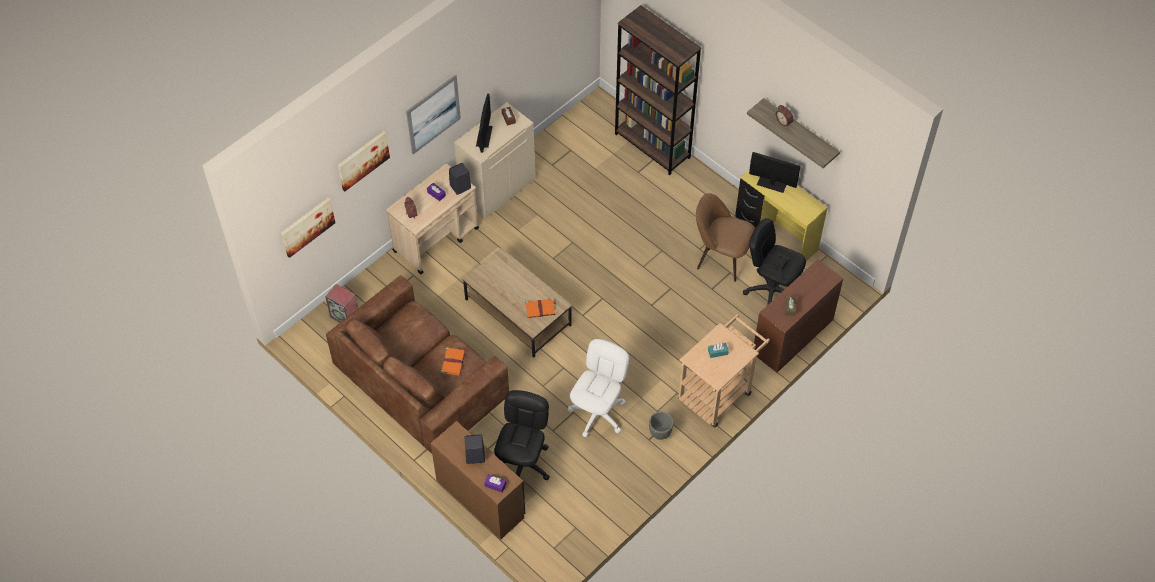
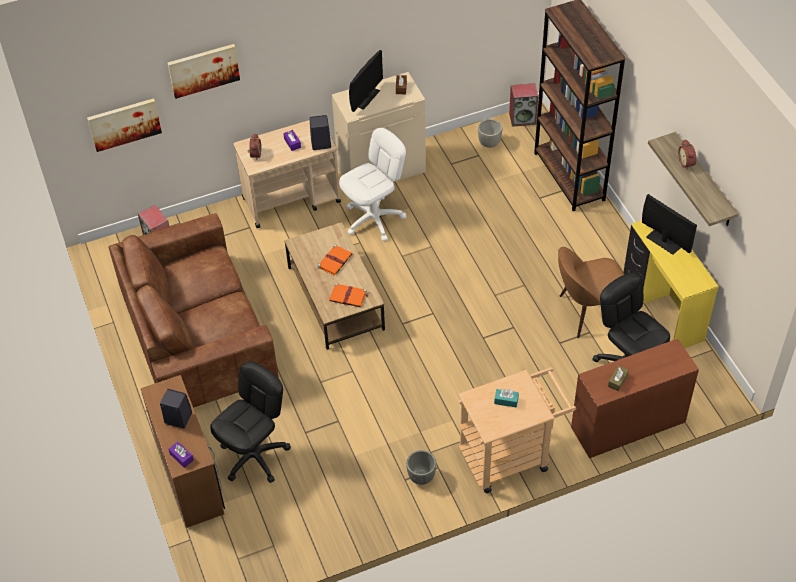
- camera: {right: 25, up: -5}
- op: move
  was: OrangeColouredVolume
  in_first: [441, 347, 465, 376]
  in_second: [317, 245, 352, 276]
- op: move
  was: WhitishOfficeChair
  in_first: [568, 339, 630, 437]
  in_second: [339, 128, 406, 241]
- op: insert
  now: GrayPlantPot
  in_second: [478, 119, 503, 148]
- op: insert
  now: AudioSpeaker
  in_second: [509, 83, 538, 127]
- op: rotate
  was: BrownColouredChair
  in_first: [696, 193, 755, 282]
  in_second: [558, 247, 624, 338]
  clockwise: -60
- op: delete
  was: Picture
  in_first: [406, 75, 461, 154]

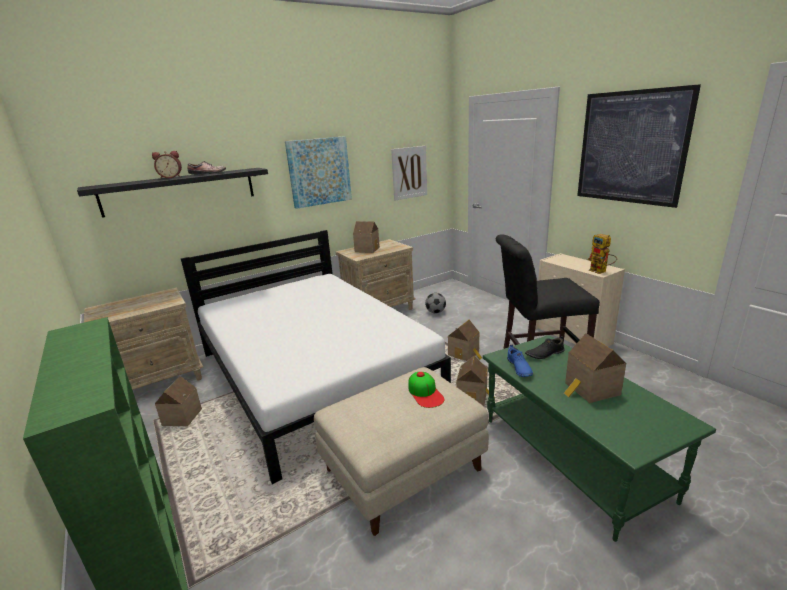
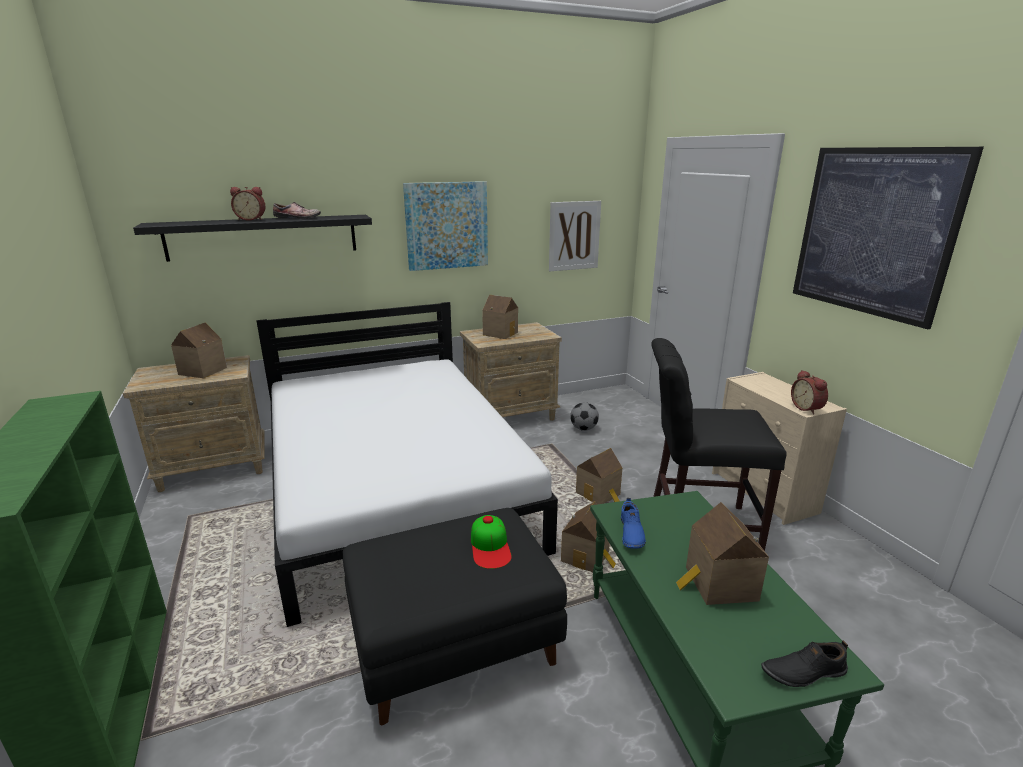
- camera: {right: 10, up: 0}
- op: move
  was: ToyHouse
  in_first: [155, 376, 202, 426]
  in_second: [171, 323, 227, 378]
- op: recolor
  was: BeigeOttoman
  now: BlackOttoman
  in_first: [314, 367, 489, 536]
  in_second: [343, 508, 567, 725]
- op: move
  was: BlackLowShoe
  in_first: [525, 336, 565, 359]
  in_second: [761, 641, 848, 687]
- op: replace
  was: ToyRobot
  now: AlarmClock
  in_first: [588, 234, 617, 274]
  in_second: [791, 370, 828, 414]

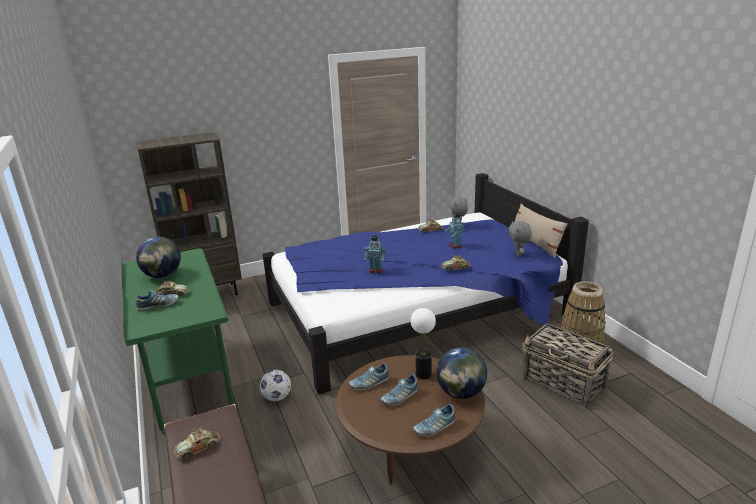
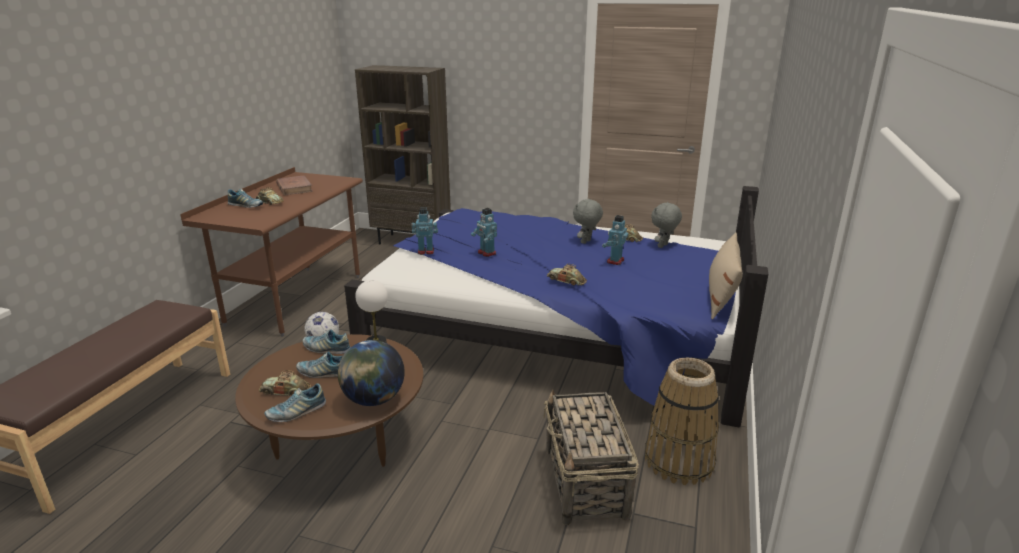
- camera: {right: 40, up: 0}
- op: recolor
  was: GreenColouredDeskUnit
  now: BrownColouredDeskUnit
  in_first: [121, 248, 235, 433]
  in_second: [180, 167, 363, 337]
- op: move
  was: ToyCar
  in_first: [174, 428, 220, 459]
  in_second: [259, 370, 311, 396]
- op: rotate
  was: LowShoe
  in_first: [413, 404, 456, 437]
  in_second: [264, 383, 326, 422]
  clockwise: -45
- op: replace
  was: Globe
  now: BrownColouredVolume
  in_first: [136, 237, 181, 278]
  in_second: [276, 176, 313, 195]
- op: insert
  now: ToyRobot
  in_second: [411, 207, 438, 255]
- op: move
  was: GrayCuddlyToy
  in_first: [508, 221, 532, 257]
  in_second: [573, 199, 603, 244]

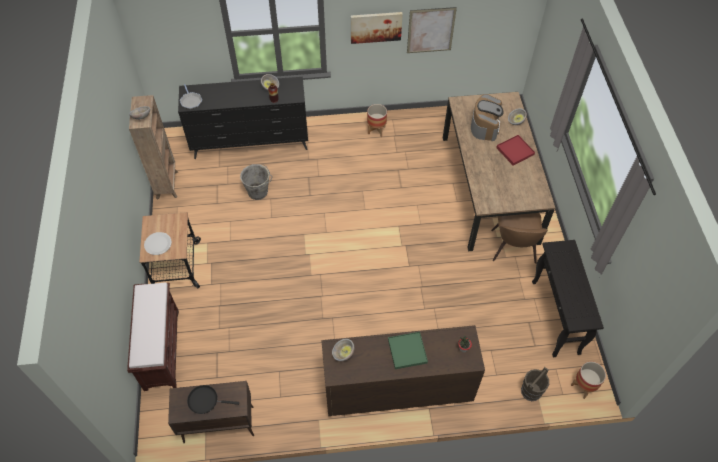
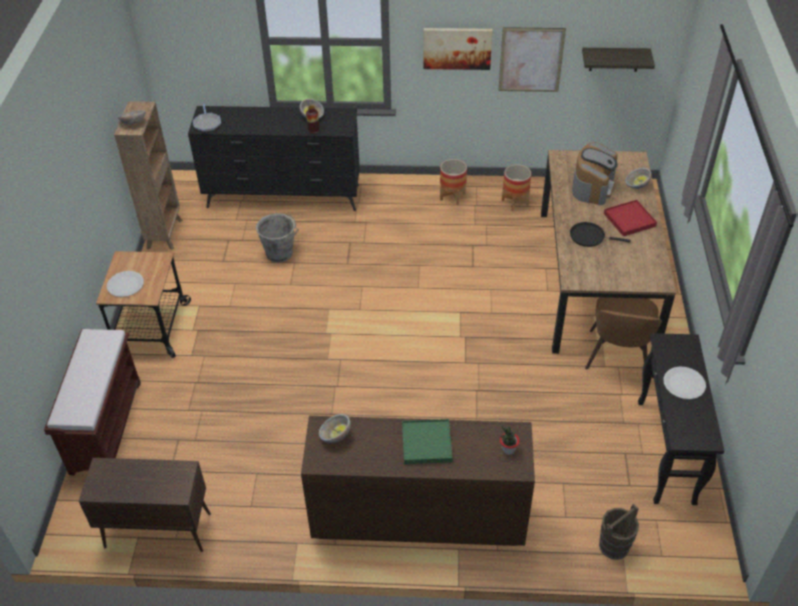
- camera: {right: 10, up: -10}
- op: move
  was: PlantPot
  in_first: [571, 362, 606, 399]
  in_second: [502, 164, 531, 211]
- op: move
  was: BlackSkillet
  in_first: [187, 385, 239, 414]
  in_second: [570, 222, 631, 247]
- op: insert
  now: WallShelf
  in_second: [582, 48, 655, 72]
- op: insert
  now: WhitishDinnerPlate
  in_second: [663, 366, 706, 399]

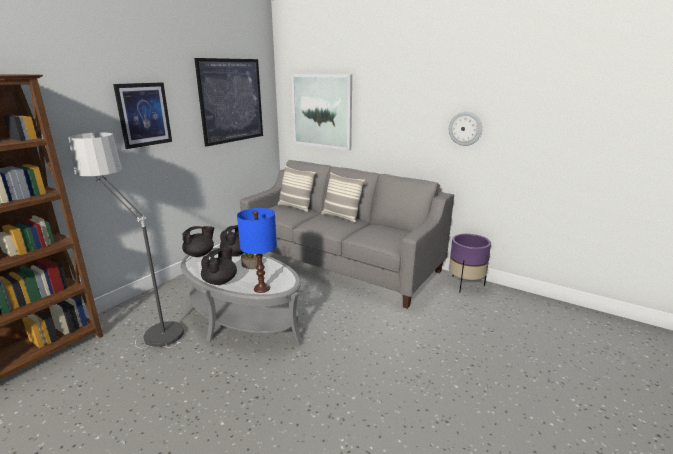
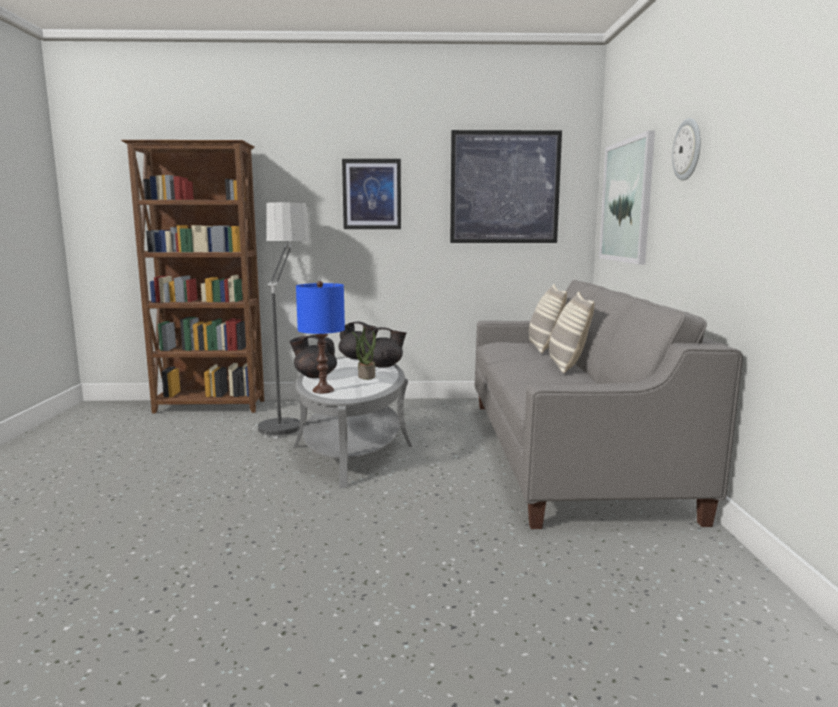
- camera: {right: 55, up: -10}
- op: rotate
  was: BlackTeaPot
  in_first: [201, 248, 237, 285]
  in_second: [290, 335, 337, 378]
  clockwise: -150
- op: move
  was: WallClock
  in_first: [449, 112, 482, 146]
  in_second: [672, 118, 701, 181]
- op: delete
  was: PurplishPlantPot
  in_first: [449, 234, 491, 293]

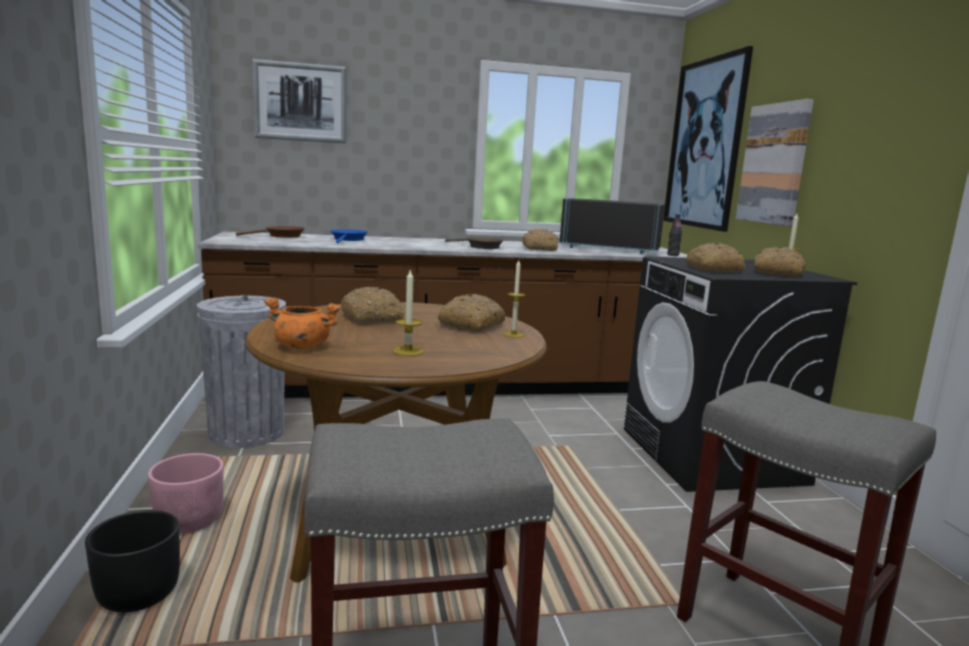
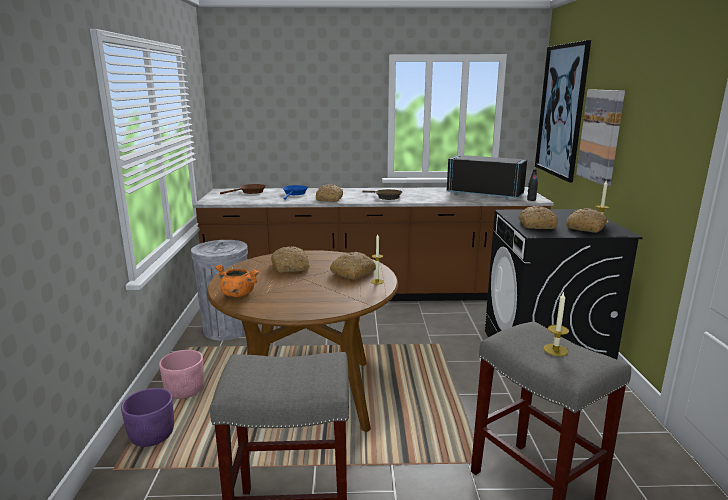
- camera: {right: 10, up: 5}
- op: recolor
  was: BlackPlantPot
  now: PurplishPlantPot
  in_first: [85, 510, 180, 613]
  in_second: [121, 388, 174, 447]
- op: move
  was: BakedBread
  in_first: [522, 229, 558, 251]
  in_second: [316, 184, 343, 202]
- op: move
  was: WaxCandle
  in_first: [393, 268, 424, 356]
  in_second: [543, 291, 569, 356]
- op: delete
  was: Picture
  in_first: [252, 59, 347, 143]

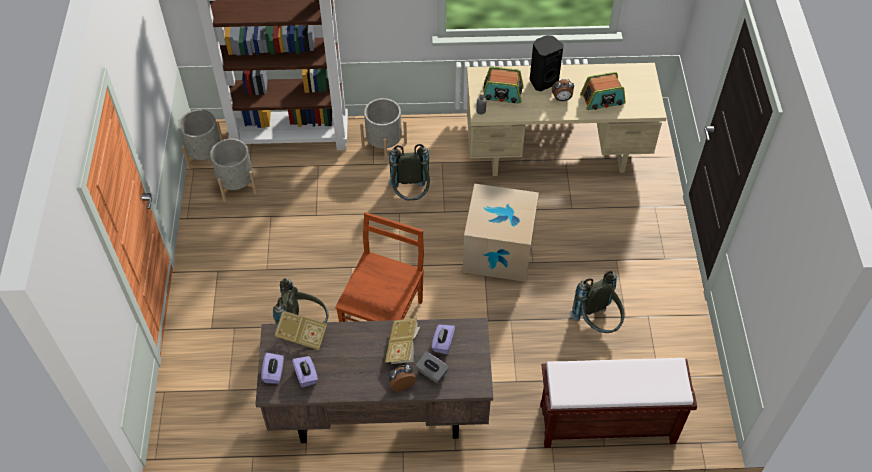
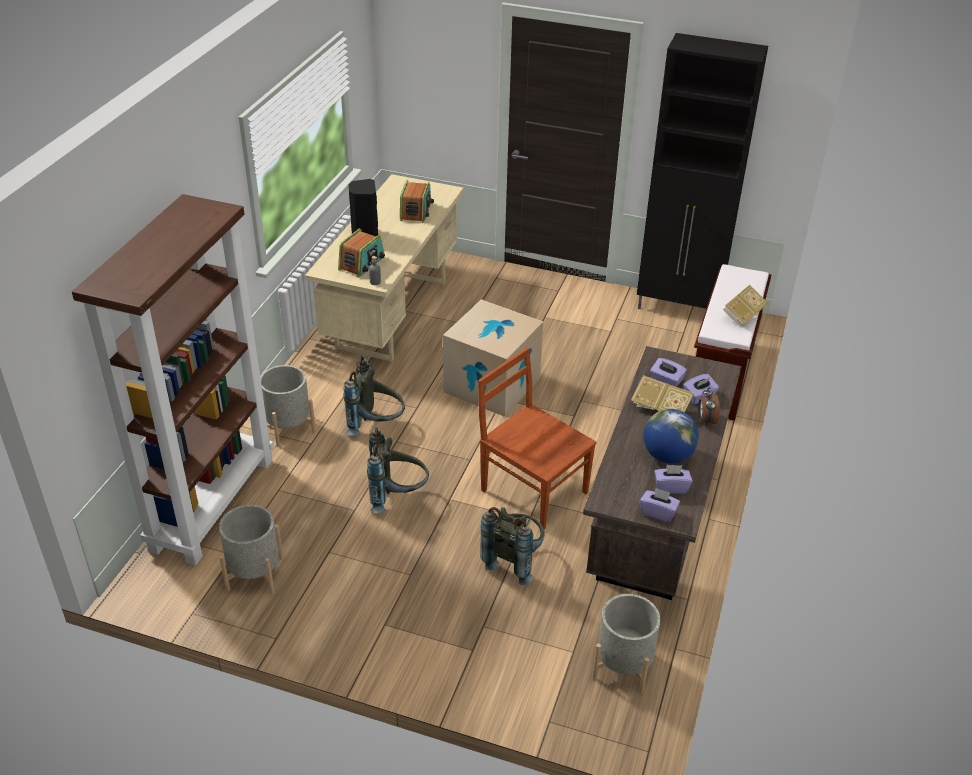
- camera: {right: -70, up: -15}
- op: move
  was: GrayBackpack
  in_first: [570, 271, 624, 333]
  in_second: [367, 428, 429, 513]
- op: move
  was: GrayPlantPot
  in_first: [178, 109, 223, 169]
  in_second: [592, 594, 661, 694]
- op: insert
  now: BlackCabinet
  in_second: [637, 33, 768, 309]
- op: insert
  now: Globe
  in_second: [643, 409, 699, 463]
- op: recolor
  was: GrayBoxOfTissues
  now: PurplishBoxOfTissues
  in_first: [415, 352, 449, 383]
  in_second: [683, 374, 719, 404]
- op: move
  was: Volume
  in_first: [274, 311, 327, 350]
  in_second: [723, 285, 768, 327]
- op: delete
  was: AlarmClock
  in_first: [552, 79, 574, 101]

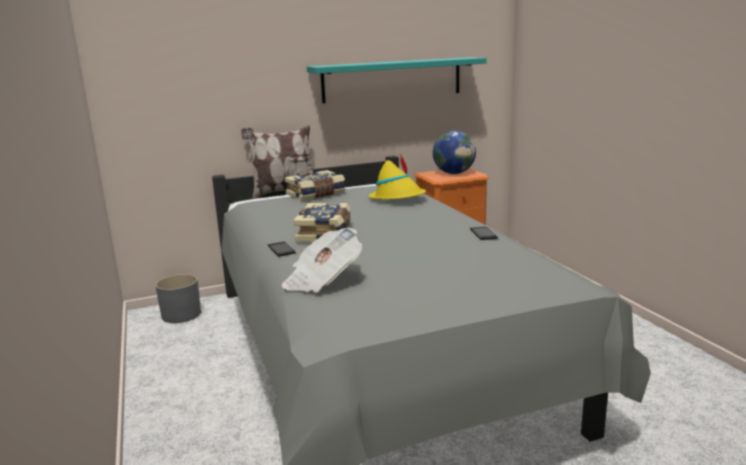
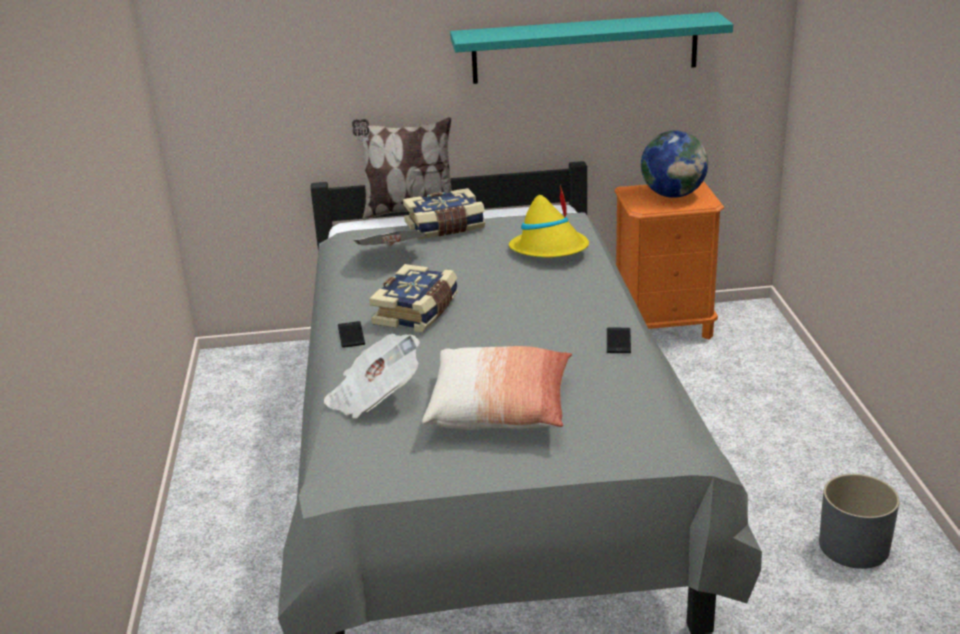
- camera: {right: 15, up: 10}
- op: insert
  now: PrintedPaper
  in_second: [354, 231, 427, 246]
- op: insert
  now: ThrowPillow
  in_second: [422, 346, 572, 430]
- op: move
  was: GrayPlantPot
  in_first: [155, 274, 201, 323]
  in_second: [819, 474, 899, 569]

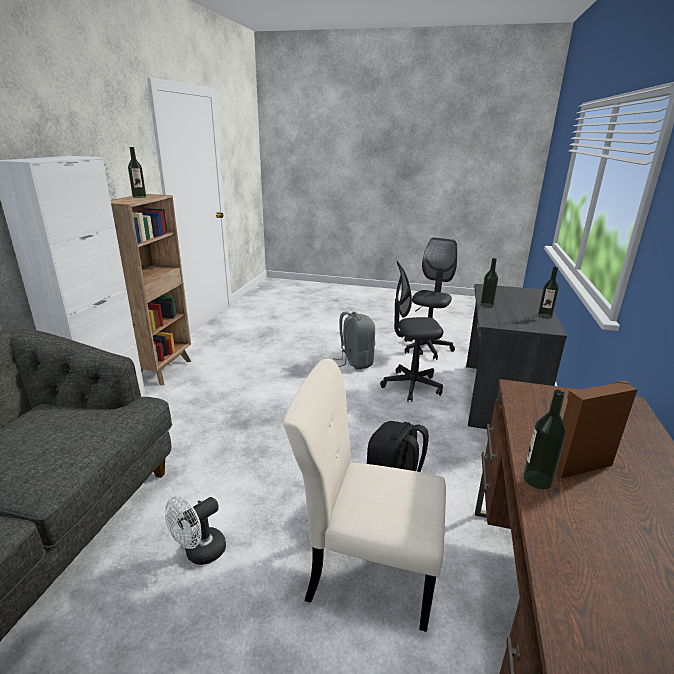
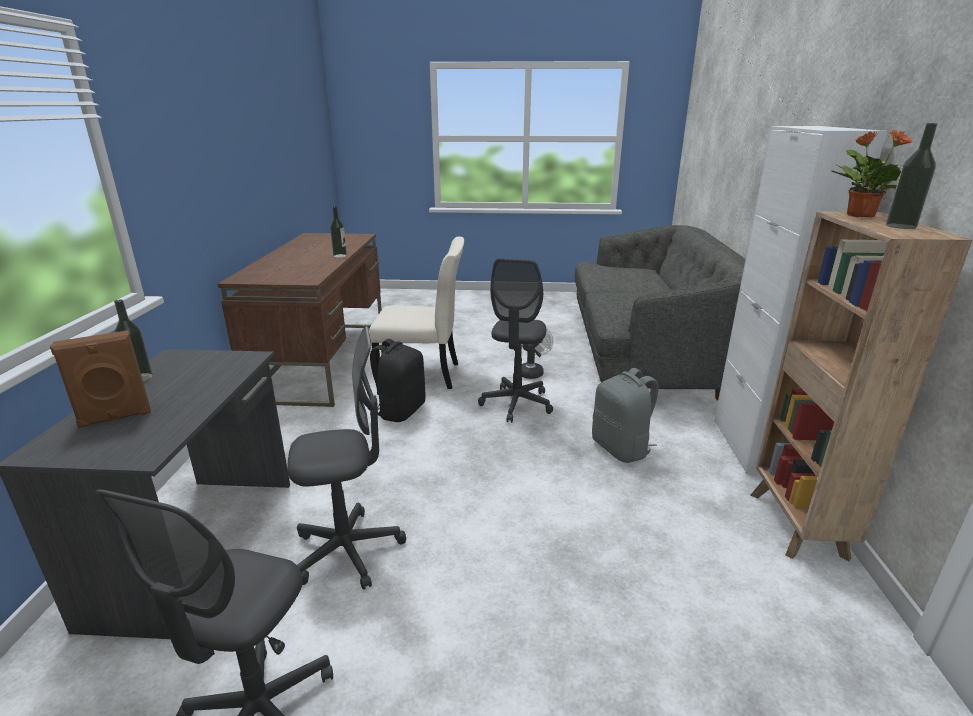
- camera: {right: 170, up: 0}
- op: move
  was: BrownColouredAudioSpeaker
  in_first: [556, 381, 638, 479]
  in_second: [50, 330, 151, 428]
- op: insert
  now: GrayOfficeChair
  in_second: [478, 259, 553, 423]
- op: move
  was: GrayBackpack
  in_first: [333, 312, 375, 370]
  in_second: [592, 368, 659, 463]
- op: insert
  now: Houseplant
  in_second: [831, 130, 912, 217]
- op: delete
  was: DrinkBottle
  in_first: [480, 258, 498, 308]

